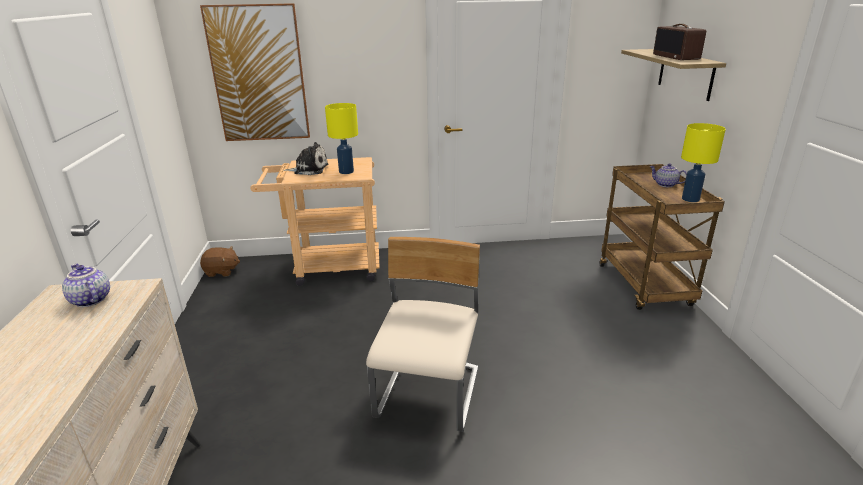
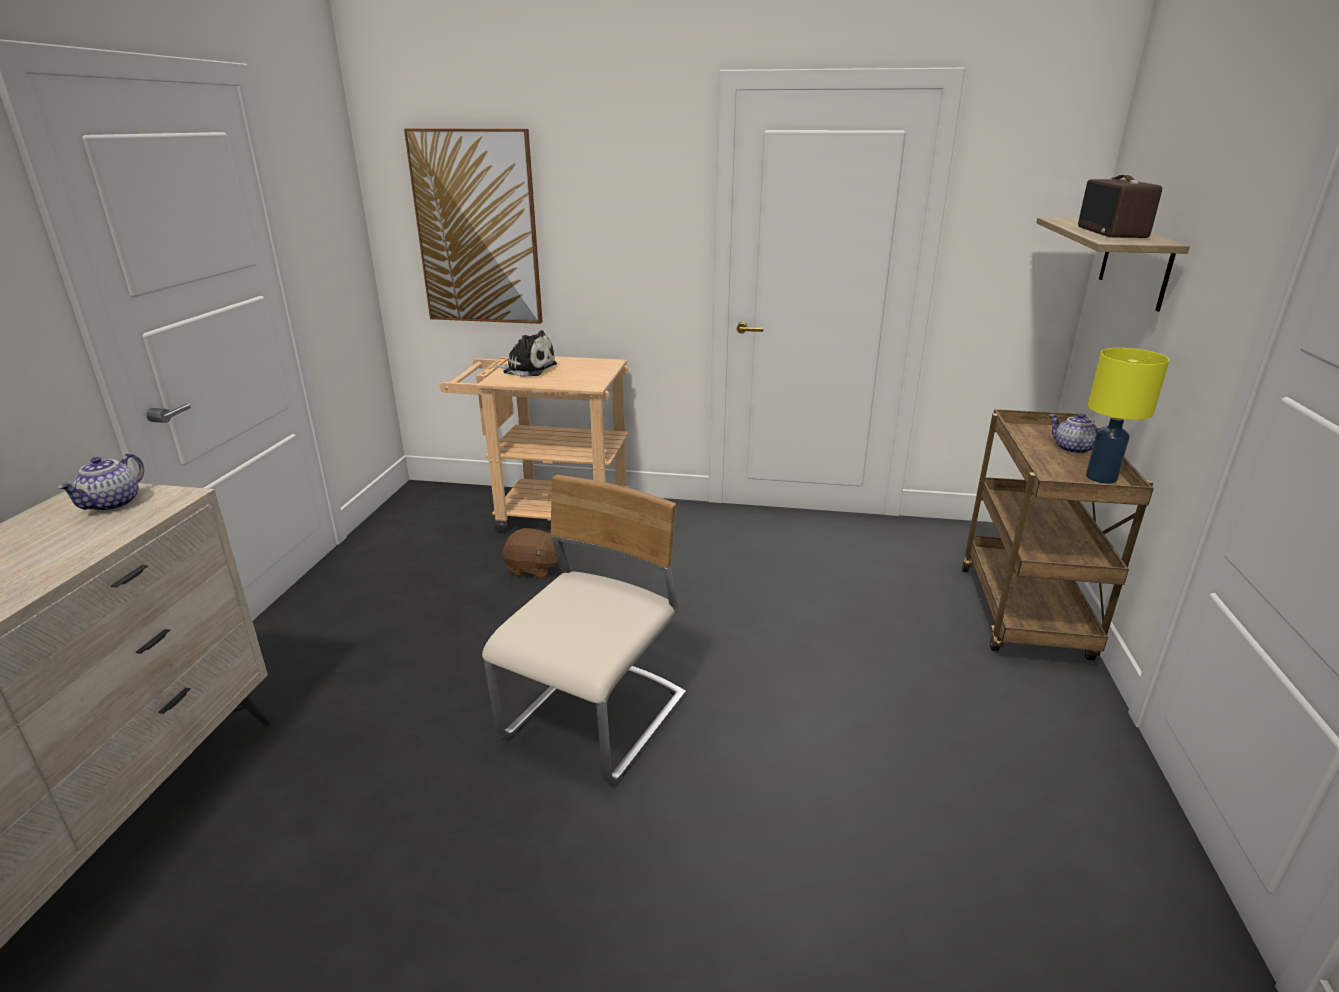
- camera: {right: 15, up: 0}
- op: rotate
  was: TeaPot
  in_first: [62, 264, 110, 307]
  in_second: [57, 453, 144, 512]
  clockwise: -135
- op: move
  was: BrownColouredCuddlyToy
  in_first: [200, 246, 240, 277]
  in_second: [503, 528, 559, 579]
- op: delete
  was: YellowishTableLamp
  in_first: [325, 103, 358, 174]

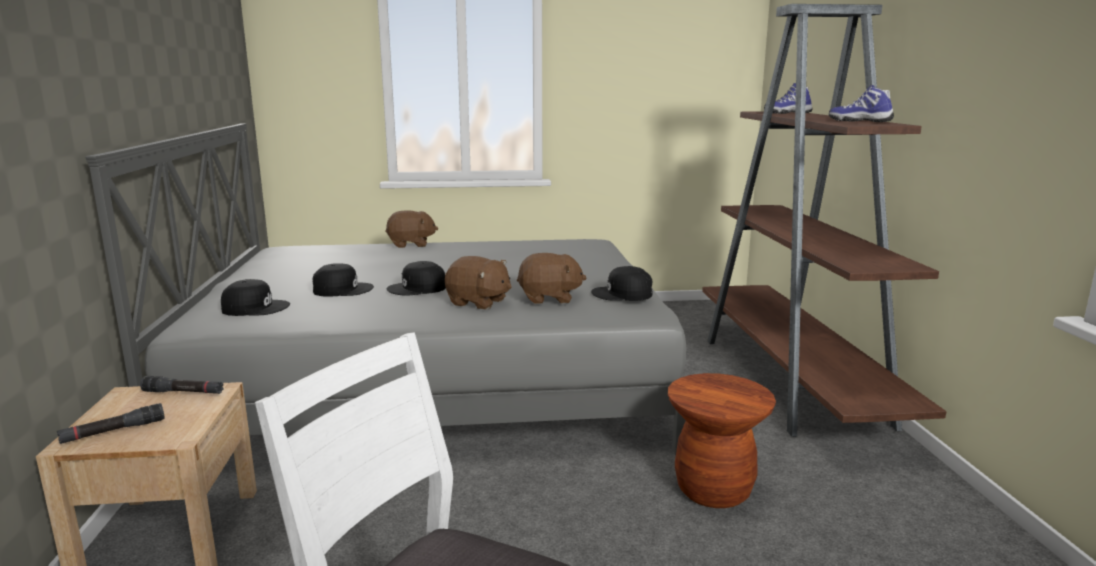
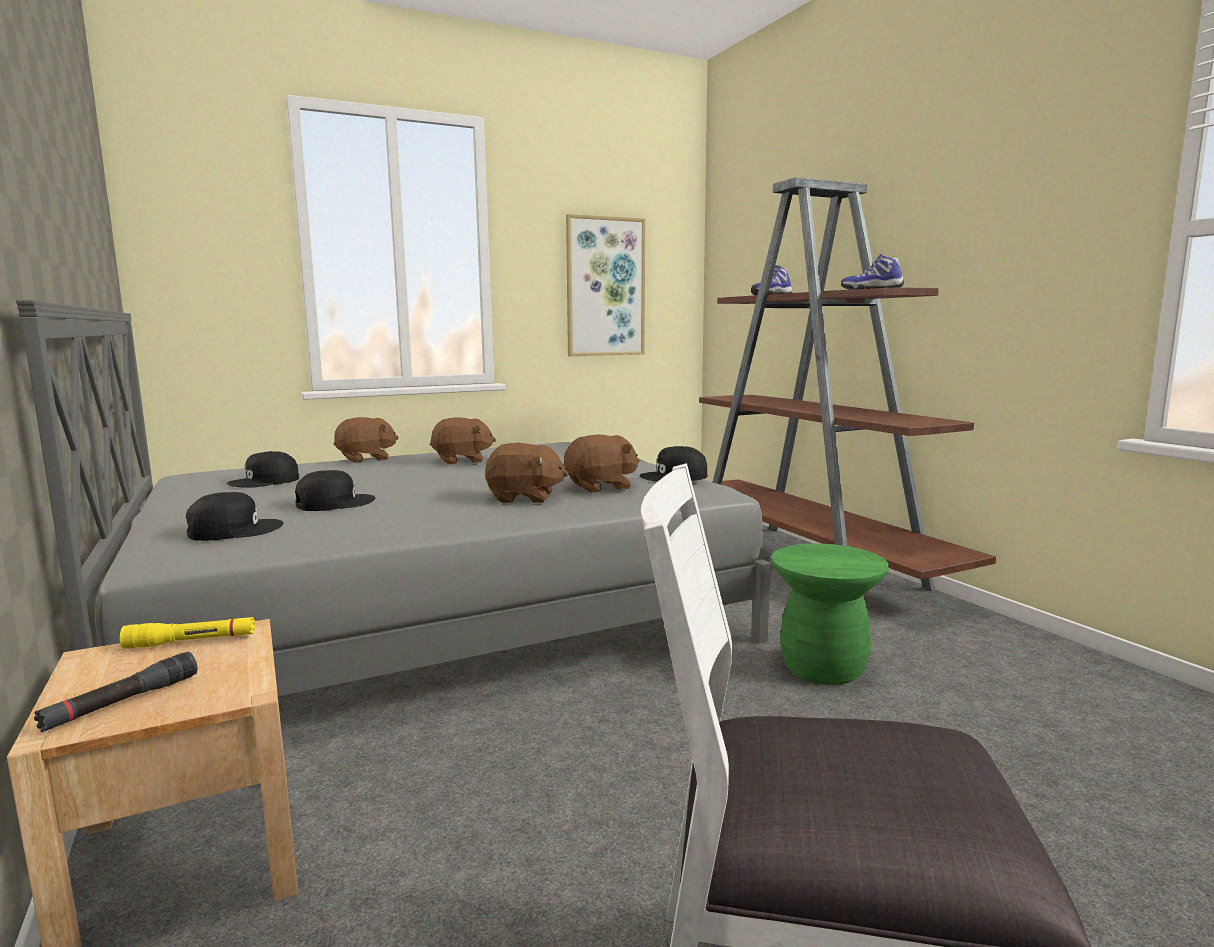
- camera: {right: -20, up: -5}
- op: recolor
  was: BlackTorch
  now: YellowishTorch
  in_first: [140, 376, 224, 394]
  in_second: [120, 617, 255, 649]
- op: move
  was: BlackPeakedCap
  in_first: [387, 261, 446, 296]
  in_second: [227, 451, 299, 488]
- op: insert
  now: BrownColouredCuddlyToy
  in_second: [430, 417, 496, 464]
- op: insert
  now: Picture
  in_second: [566, 214, 645, 356]
- op: recolor
  was: BrownColouredStool
  now: GreenColouredStool
  in_first: [668, 373, 776, 508]
  in_second: [771, 543, 889, 685]

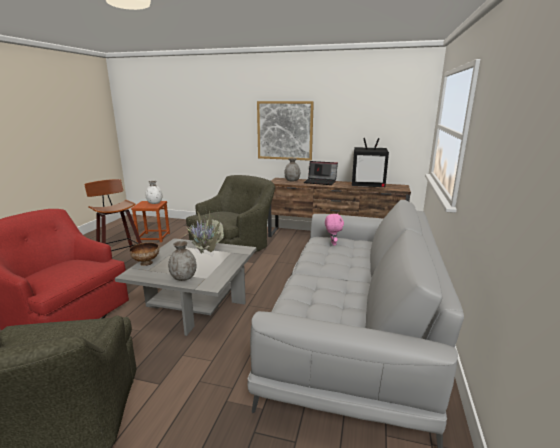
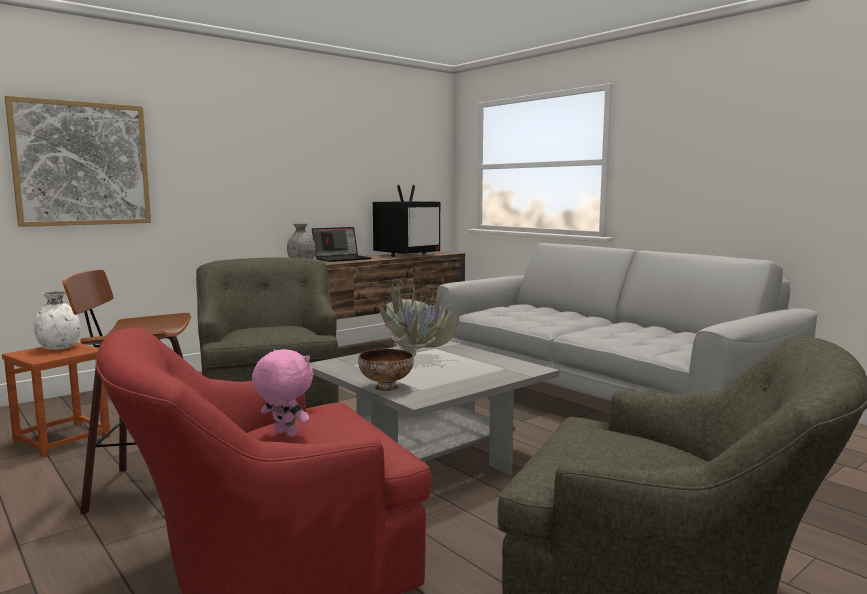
- camera: {right: -55, up: -10}
- op: move
  was: Picture
  in_first: [257, 101, 314, 161]
  in_second: [5, 96, 151, 227]
- op: move
  was: PinkColouredCuddlyToy
  in_first: [325, 213, 344, 245]
  in_second: [252, 349, 313, 437]
- op: delete
  was: GrayVase
  in_first: [168, 241, 197, 281]

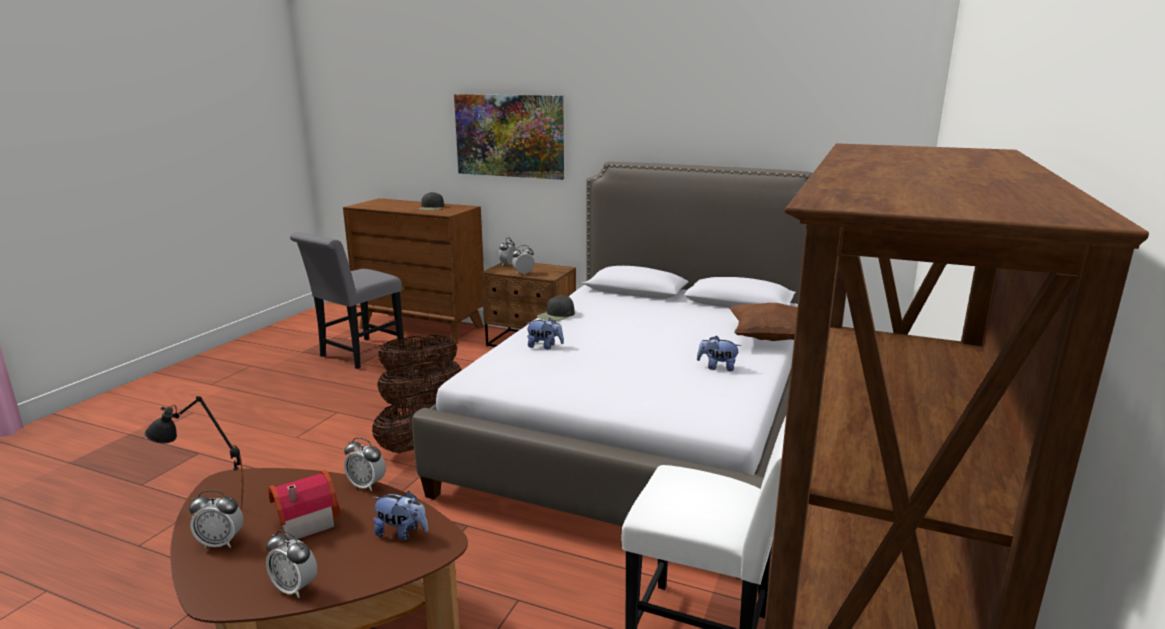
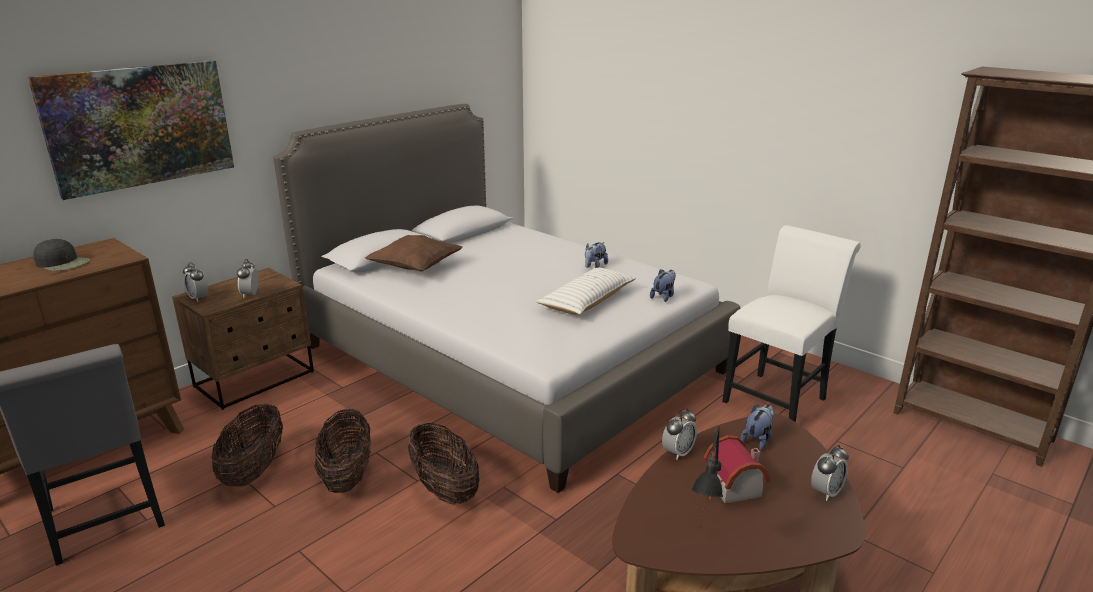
- camera: {right: -70, up: 5}
- op: move
  was: BrownColouredThrowPillow
  in_first: [729, 303, 798, 341]
  in_second: [365, 235, 463, 272]
- op: insert
  now: WhitishThrowPillow
  in_second: [536, 267, 636, 315]
- op: move
  was: CuddlyToy
  in_first: [526, 318, 564, 350]
  in_second: [650, 269, 676, 302]
- op: delete
  was: AlarmClock
  in_first: [189, 490, 243, 548]
- op: delete
  was: BlackPeakedCap
  in_first: [537, 295, 575, 321]

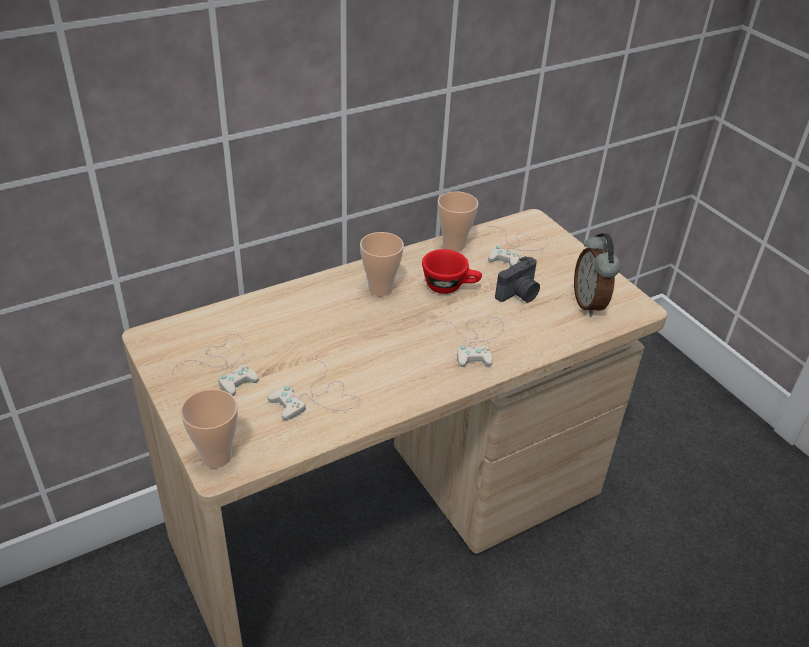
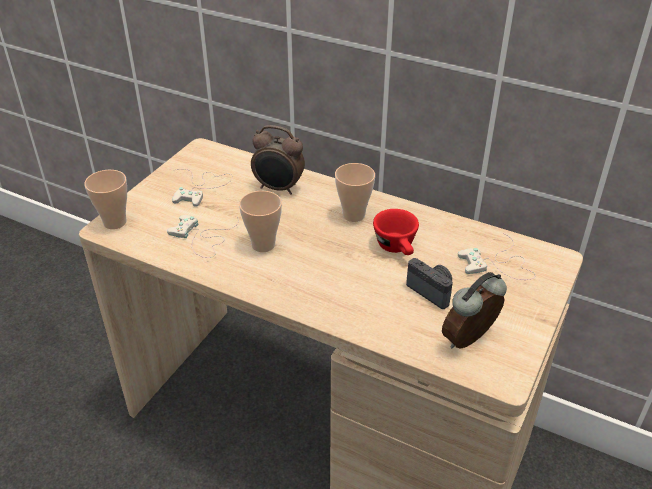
- camera: {right: 60, up: 0}
- op: move
  was: DrinkingCup
  in_first: [438, 191, 478, 251]
  in_second: [239, 191, 282, 252]
- op: insert
  now: AlarmClock
  in_second: [251, 125, 305, 195]
- op: rotate
  was: PhotoCamera
  in_first: [495, 256, 540, 302]
  in_second: [406, 258, 453, 309]
  clockwise: -150
- op: delete
  was: WhitishJoypad
  in_first: [428, 317, 504, 367]

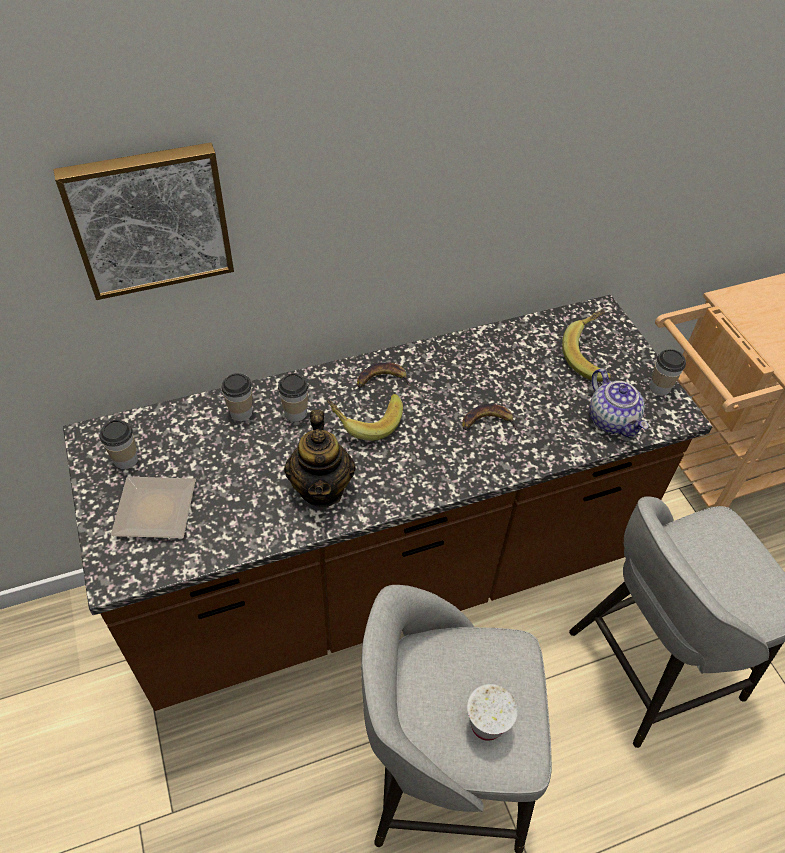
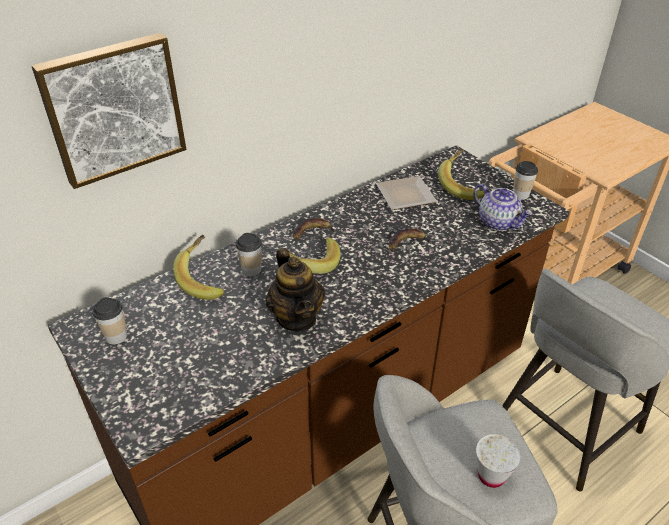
- camera: {right: -15, up: -10}
- op: replace
  was: DrinkingCup
  now: BananaFruit
  in_first: [221, 373, 252, 421]
  in_second: [173, 235, 225, 300]
- op: move
  was: DinnerPlate
  in_first: [111, 477, 196, 538]
  in_second: [376, 176, 437, 210]

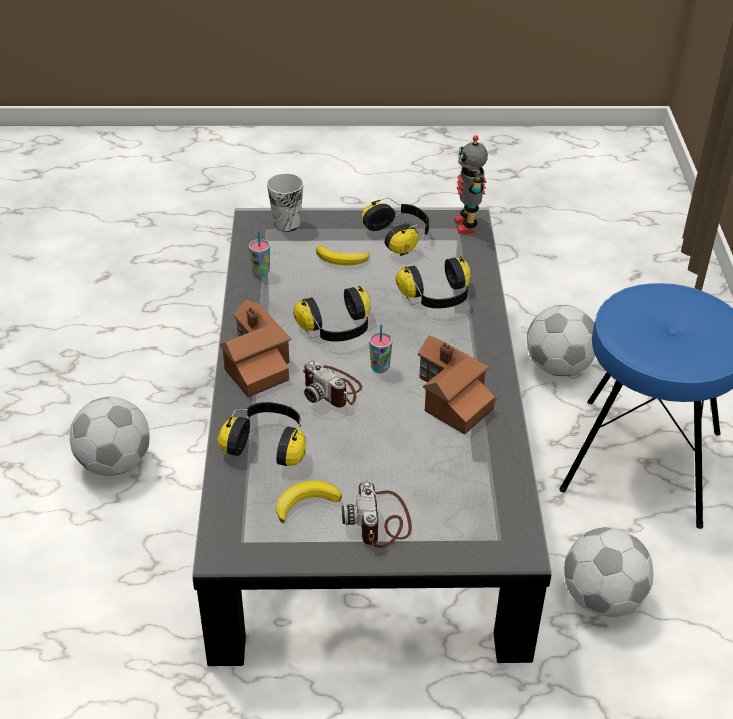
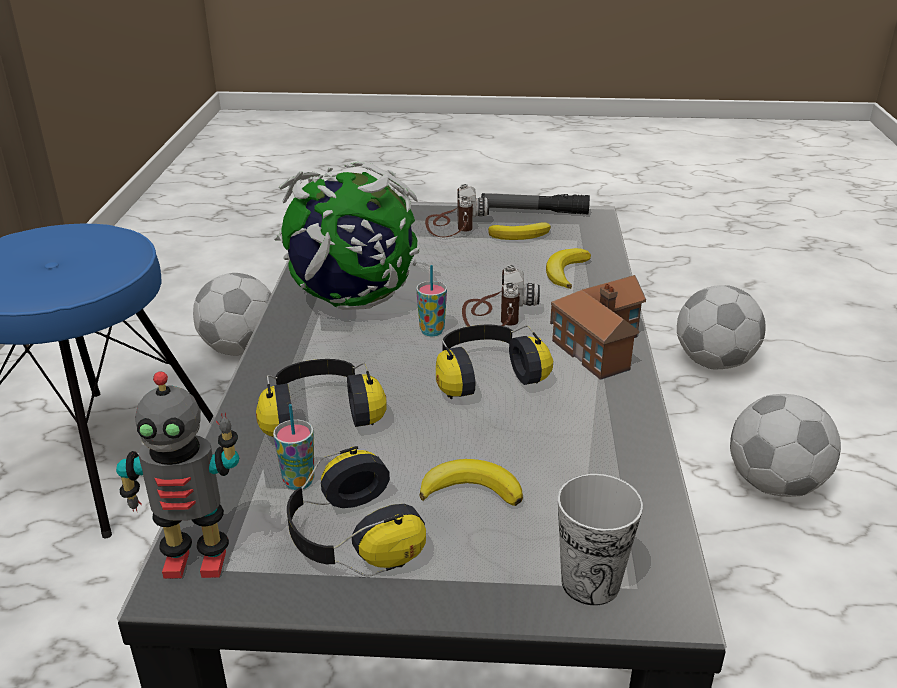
- camera: {right: -175, up: -10}
- op: rotate
  was: ToyRobot
  in_first: [455, 135, 488, 234]
  in_second: [116, 371, 239, 579]
  clockwise: 90
- op: replace
  was: ToyHouse
  now: Globe
  in_first: [418, 335, 495, 435]
  in_second: [273, 162, 420, 310]
- op: move
  was: DrinkingCup
  in_first: [249, 231, 270, 277]
  in_second: [273, 404, 315, 490]
- op: rotate
  was: PhotoCamera
  in_first: [303, 360, 362, 408]
  in_second: [462, 265, 540, 326]
  clockwise: 45
- op: insert
  now: Torch
  in_second: [481, 193, 590, 214]
- op: replace
  was: Headphones
  now: BananaFruit
  in_first: [217, 402, 306, 466]
  in_second: [546, 248, 591, 289]
- op: move
  was: FootballBall
  in_first: [527, 305, 595, 376]
  in_second: [677, 285, 765, 370]

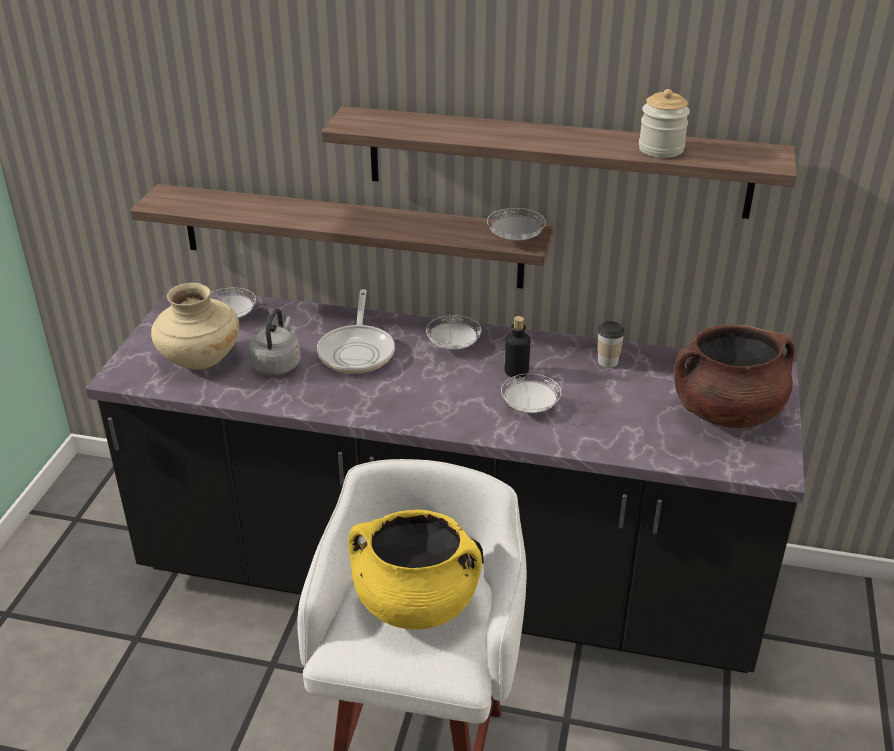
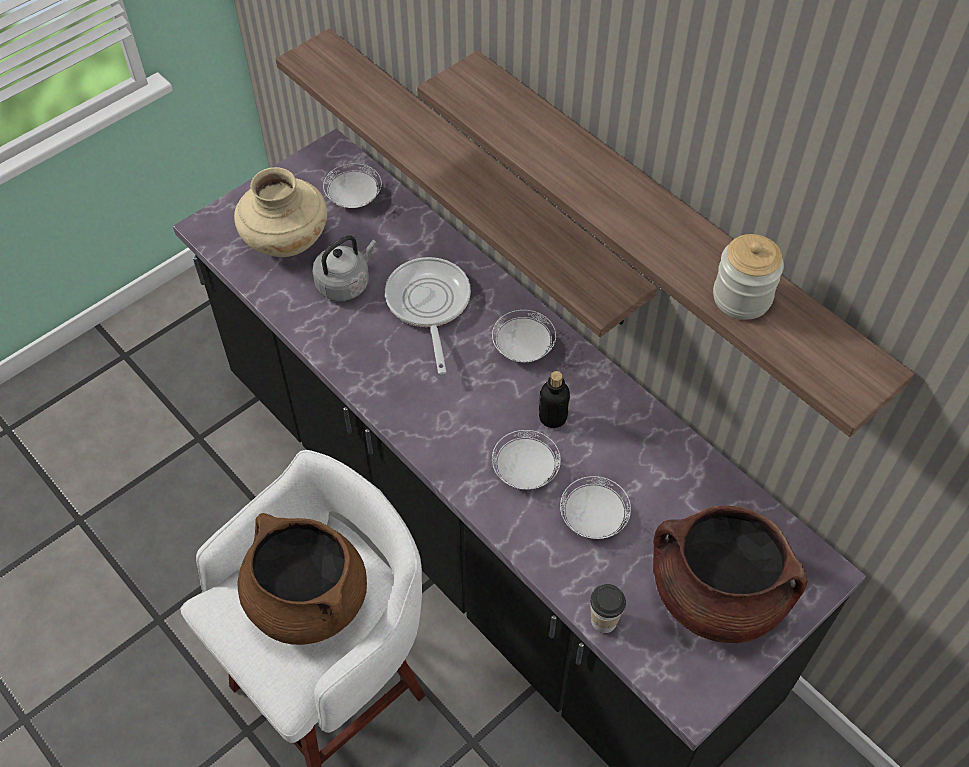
- camera: {right: 35, up: 20}
- op: recolor
  was: YellowishCookingPot
  now: BrownColouredCookingPot
  in_first: [348, 510, 482, 629]
  in_second: [238, 513, 367, 645]
- op: rotate
  was: Skillet
  in_first: [317, 289, 395, 374]
  in_second: [385, 257, 471, 374]
  clockwise: 135
- op: move
  was: WhitishDinnerPlate
  in_first: [487, 208, 546, 241]
  in_second: [560, 476, 631, 539]
- op: move
  was: DrinkingCup
  in_first: [598, 321, 625, 368]
  in_second: [590, 584, 626, 633]

